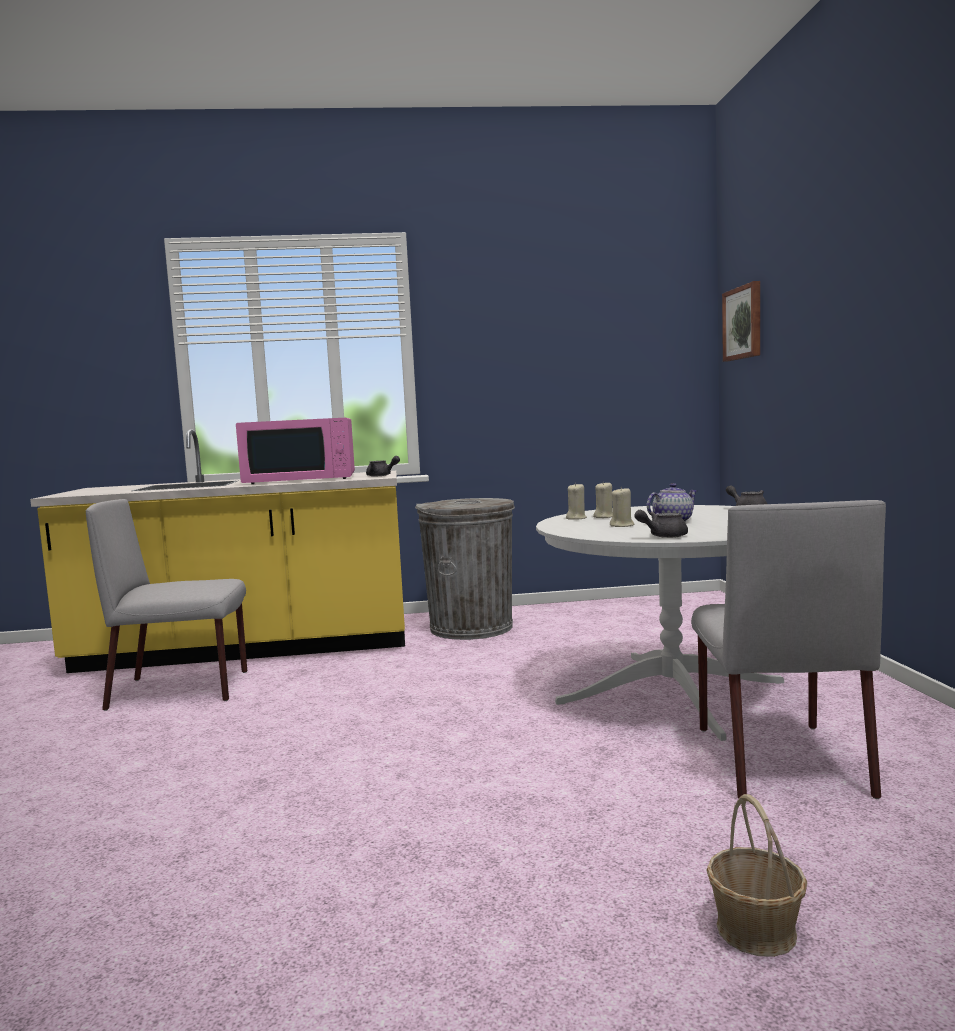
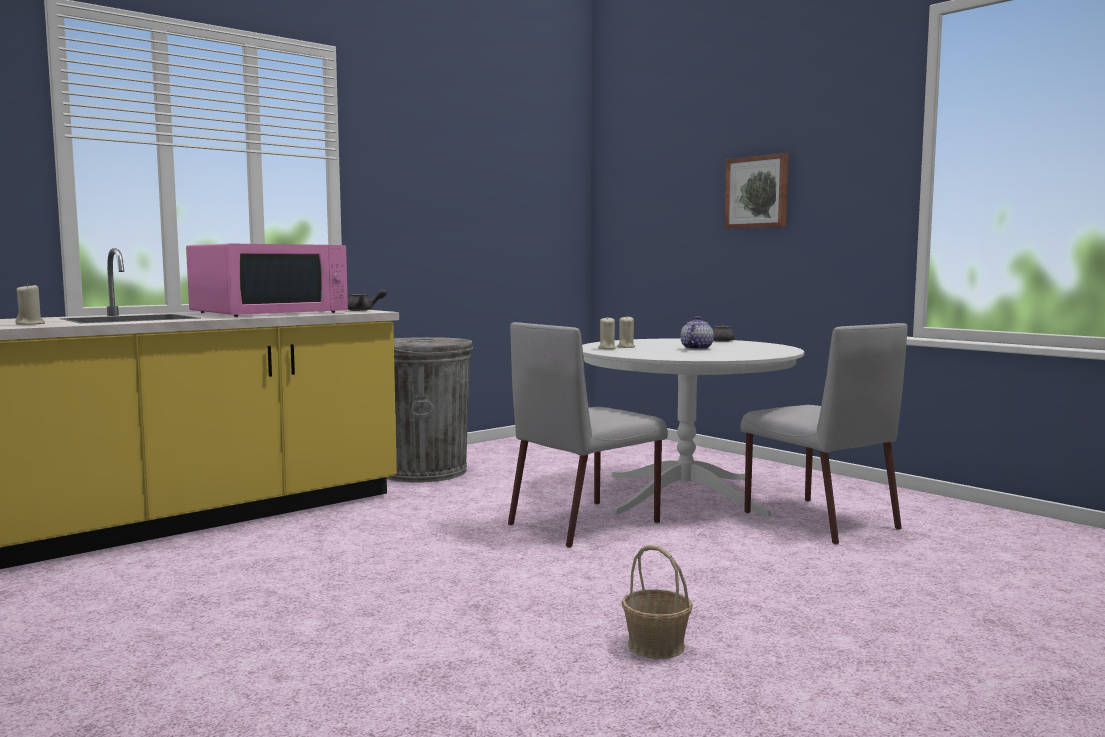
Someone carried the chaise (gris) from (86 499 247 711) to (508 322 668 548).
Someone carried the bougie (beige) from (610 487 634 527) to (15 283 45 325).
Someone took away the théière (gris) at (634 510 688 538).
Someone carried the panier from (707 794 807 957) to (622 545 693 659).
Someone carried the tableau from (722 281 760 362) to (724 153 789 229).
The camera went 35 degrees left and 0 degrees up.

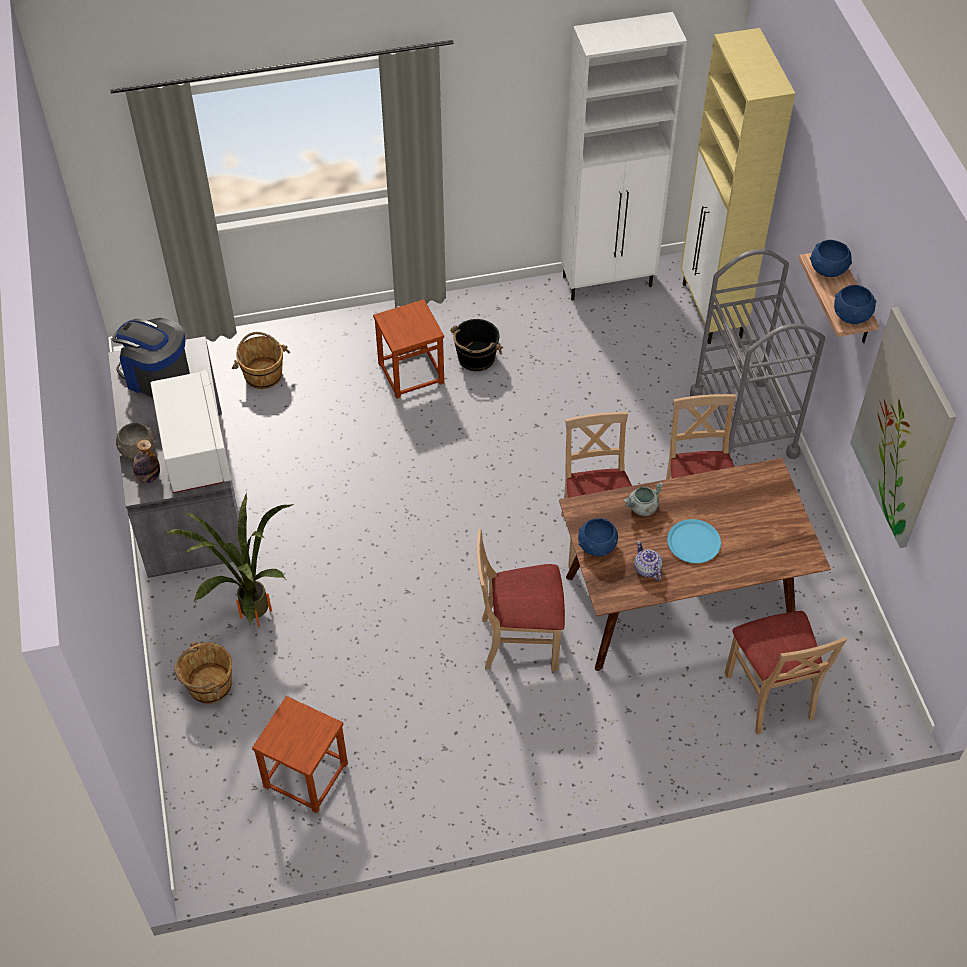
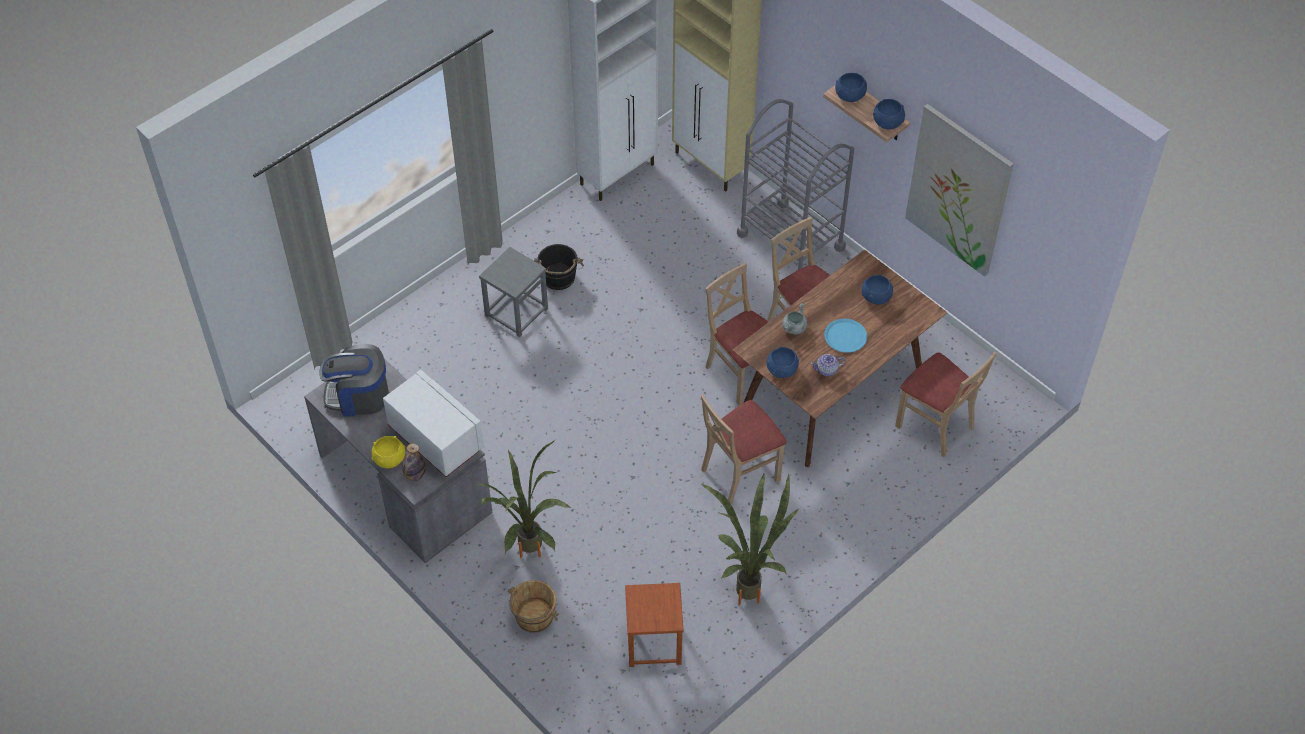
Someone repainted the bol (gris) at (116 423 156 459), which became the bol (jaune) at (372 436 405 468).
Someone took away the seau (marron) at (232 332 290 389).
Someone repainted the tabouret (marron) at (373 299 444 399), which became the tabouret (gris) at (479 247 548 337).
Someone rotated the théière at (634 541 662 581) by 45 degrees counterclockwise.
Someone put down the plante en pot at (701 472 799 605).
Someone put down the bol (bleu) at (862 275 893 305).
The camera went 30 degrees left and 0 degrees up.

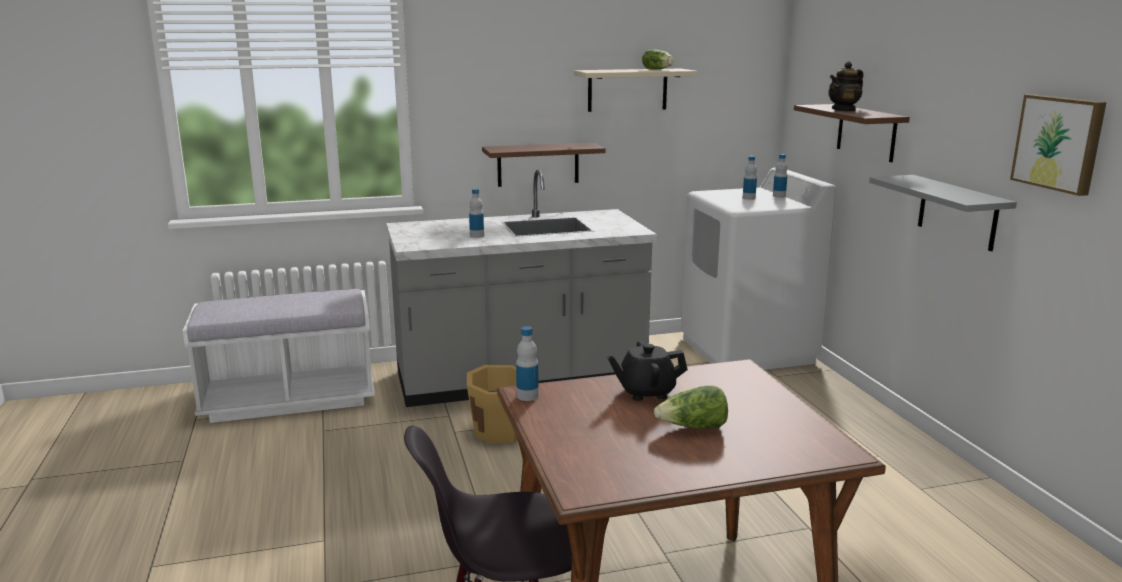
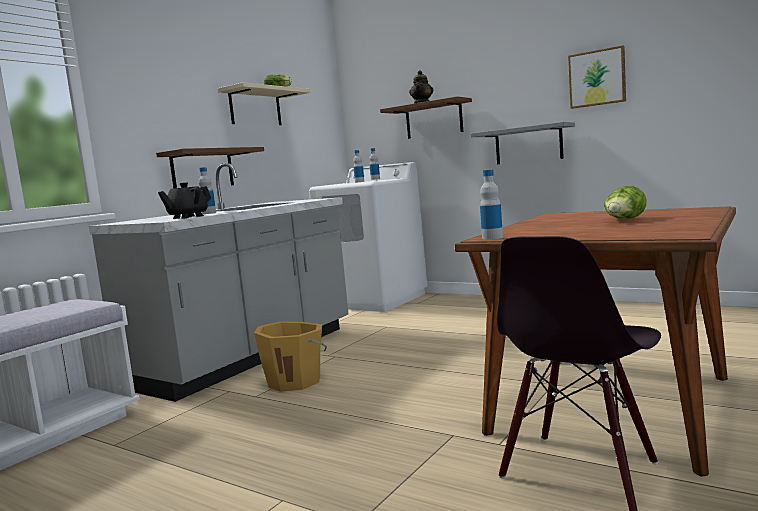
Someone carried the théière (noir) from (607 341 688 401) to (158 182 211 219).
The camera went 40 degrees left and 10 degrees down.

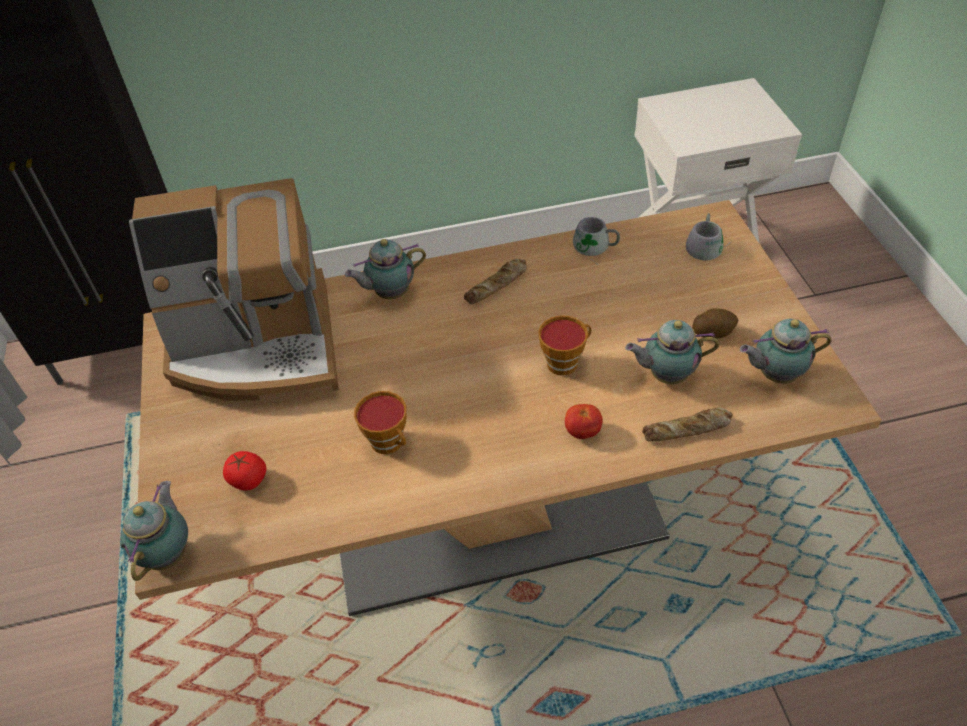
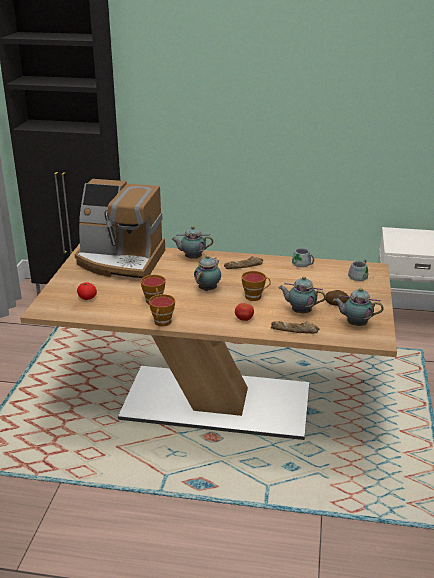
Someone carried the théière from (120 481 188 581) to (194 255 221 291).
Someone put down the tasse at (149 294 175 327).
The camera went 20 degrees right and 20 degrees down.

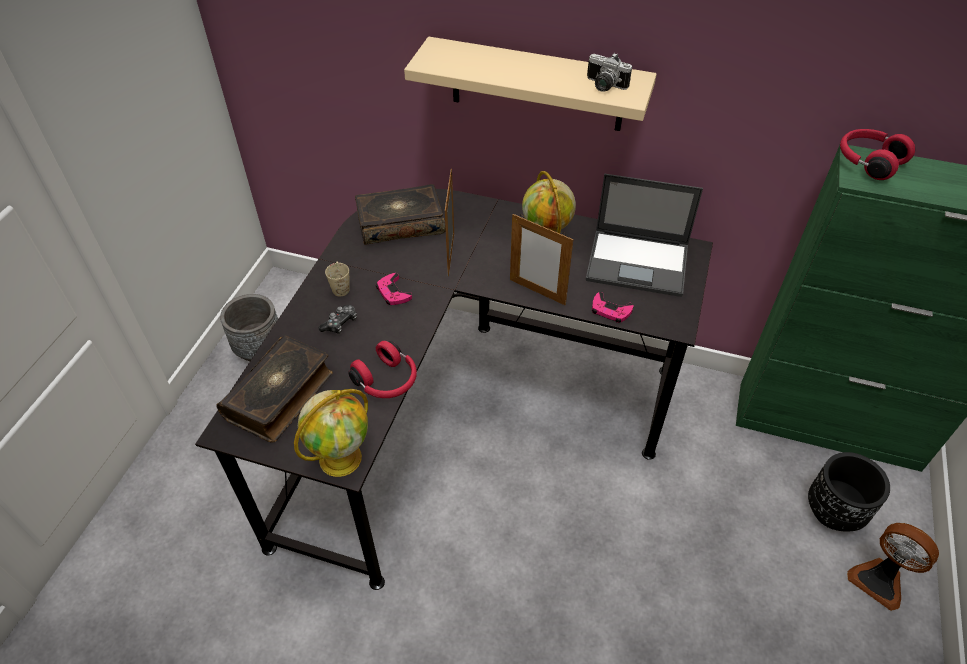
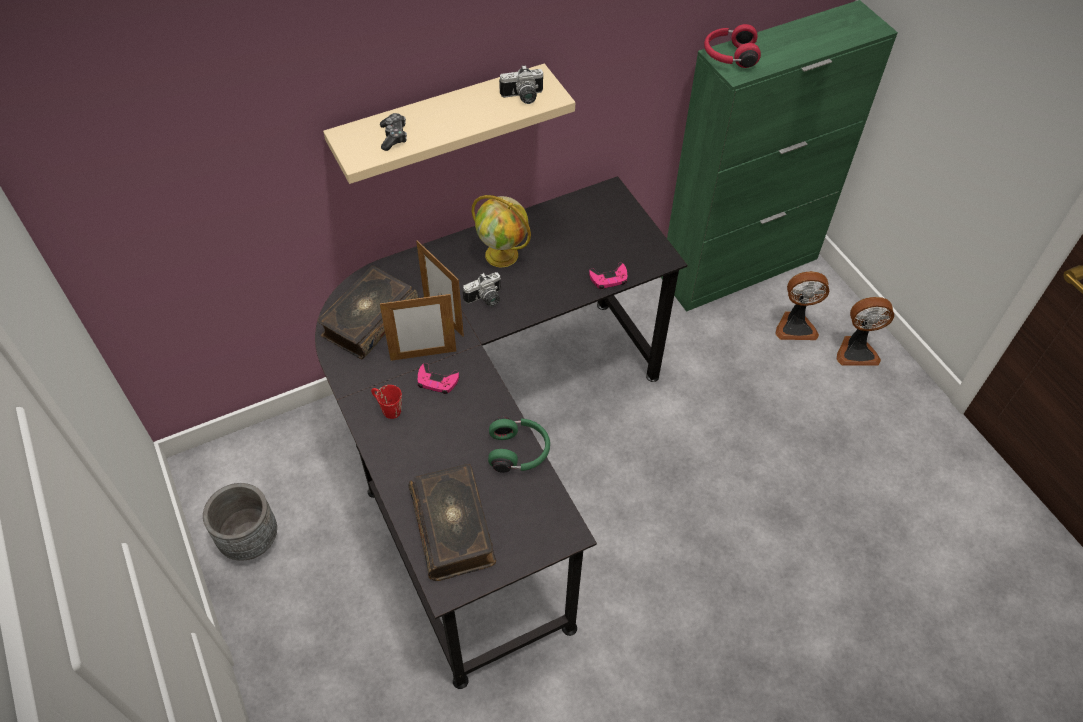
Someone took away the globe at (294 389 368 477).
Someone carried the manette from (318 305 357 334) to (380 113 407 151).
Someone repainted the mug (beige) at (325 262 349 296), which became the mug (rouge) at (371 385 402 419).
Someone repainted the casque audio (rouge) at (348 341 417 398), which became the casque audio (vert) at (488 417 550 473).
Someone carried the cadre photo from (510 214 573 305) to (380 293 456 361).
Someone took away the ordinateur portable at (586 174 703 297).
Someone swapped the cache-pot (noir) at (808 452 890 532) for the ventilateur at (775 271 829 340).
Someone put down the appareil photo at (463 272 501 307).
The camera went 45 degrees left and 5 degrees up.

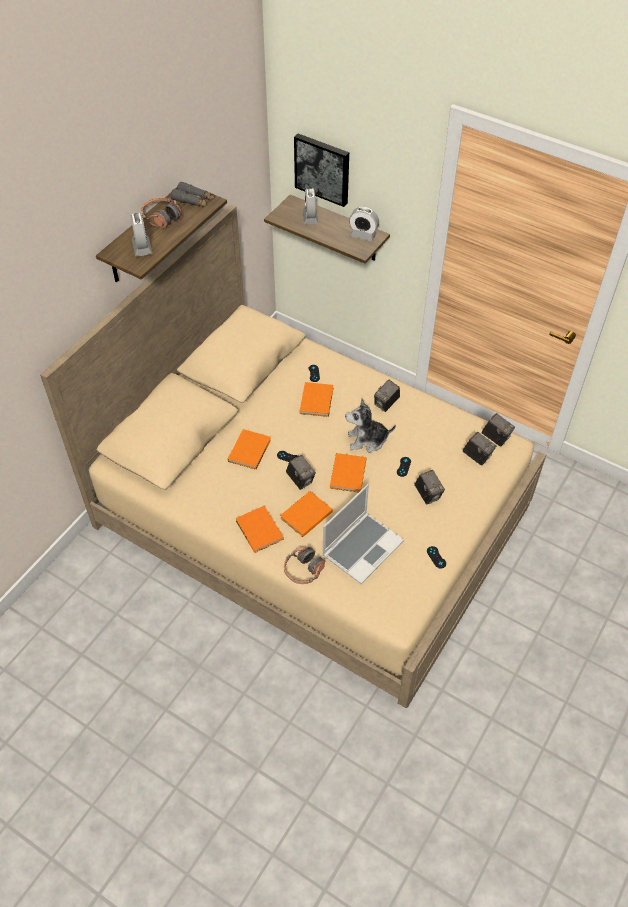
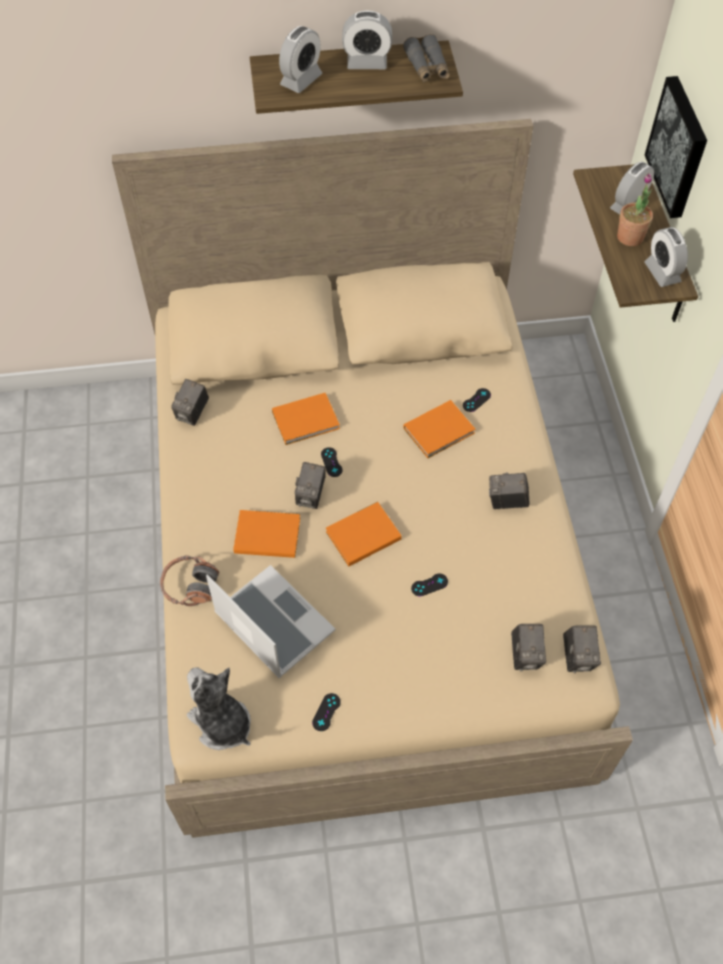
Someone swapped the casque audio at (141 197 182 228) for the réveil at (342 10 392 69).
Someone took away the livre (orange) at (236 506 284 553).
Someone rotated the ordinateur portable at (322 484 404 584) by 135 degrees counterclockwise.
Someone carried the peluche from (345 398 396 453) to (187 667 251 750).
Someone carried the appareil photo from (414 470 445 504) to (171 379 209 426).
Someone put down the plante en pot at (617 173 653 246).
The camera went 50 degrees right and 5 degrees up.

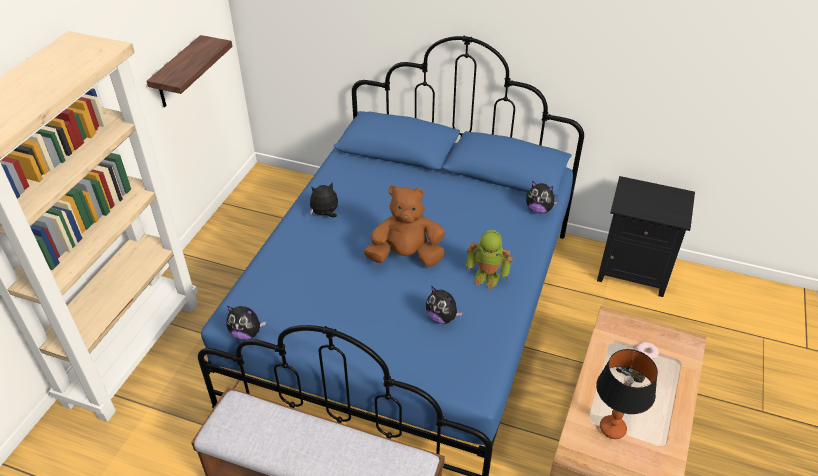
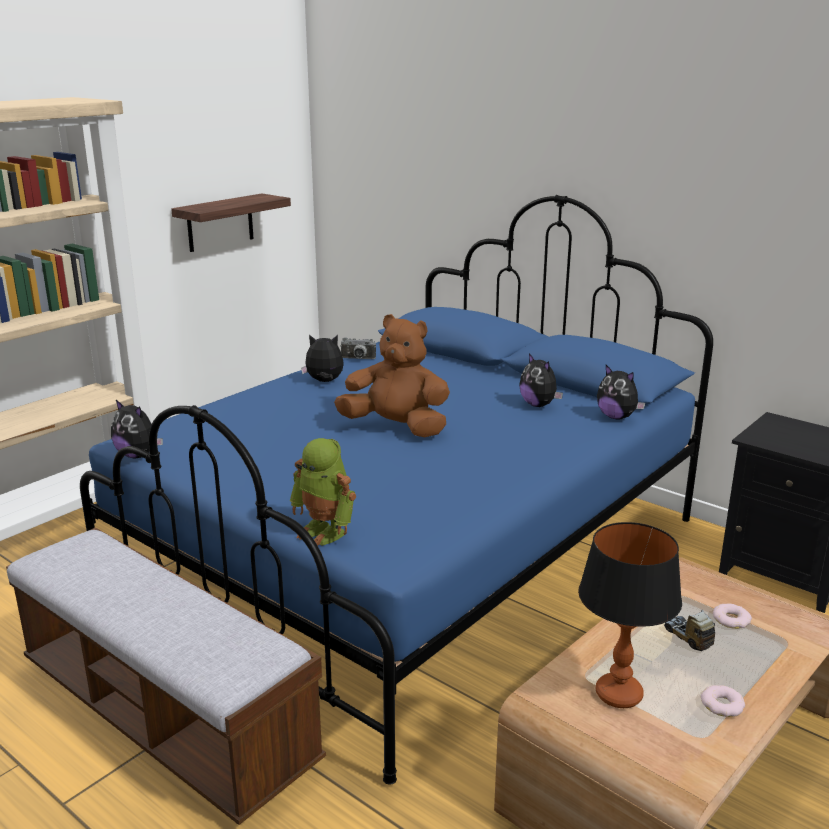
Someone carried the peluche from (426 286 463 324) to (519 353 563 407).
Someone carried the robot jouet from (466 230 513 289) to (290 438 356 546).
Someone put down the appareil photo at (341 337 376 359).
Someone put down the beignet at (701 685 745 717).
The camera went 20 degrees right and 20 degrees down.

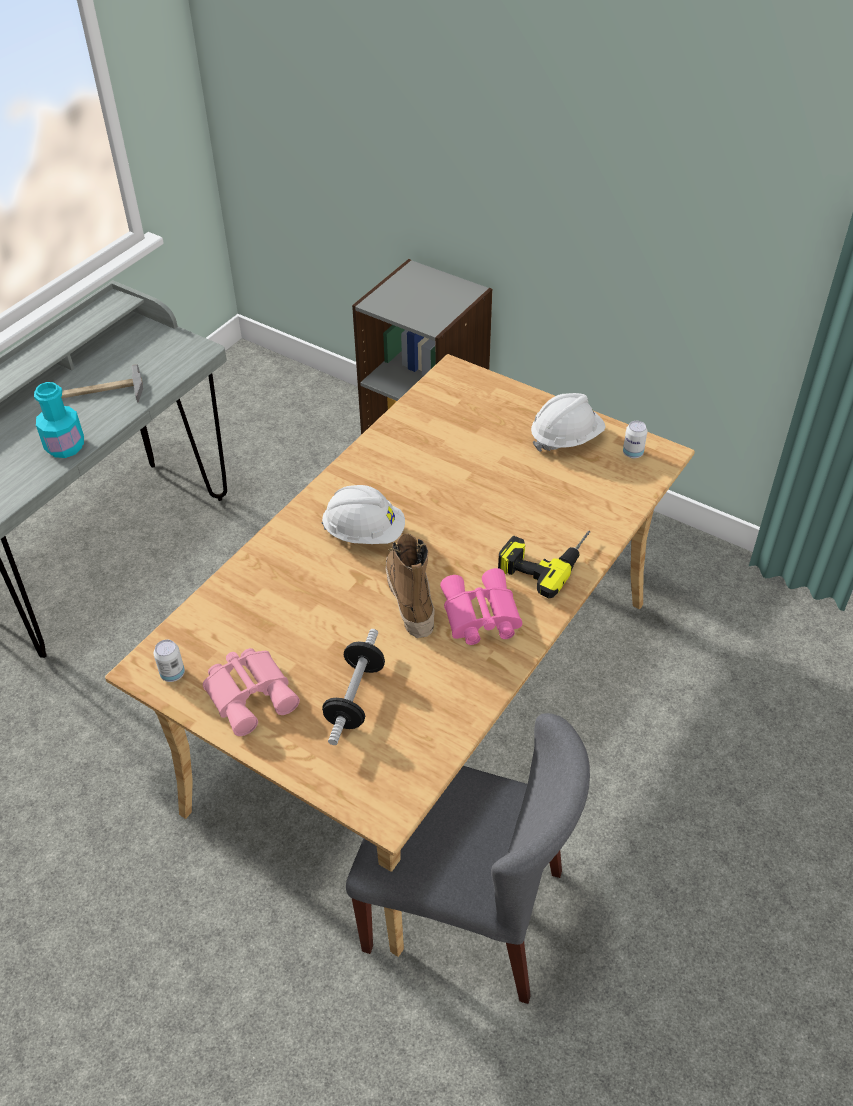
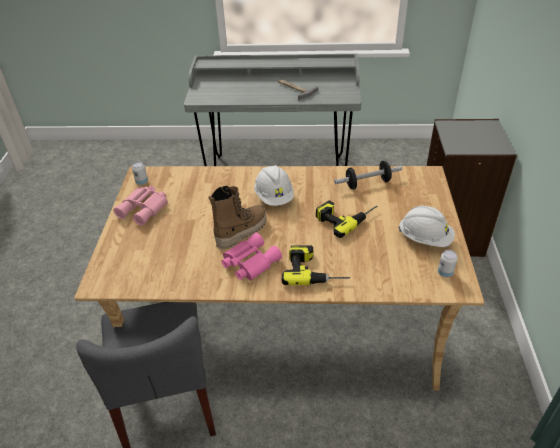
Someone took away the bouteille (turquoise) at (34 382 84 458).
Someone carried the haltère from (322 629 385 745) to (334 161 402 189).
Someone put down the perceuse at (316 200 377 238).
The camera went 60 degrees right and 5 degrees down.

